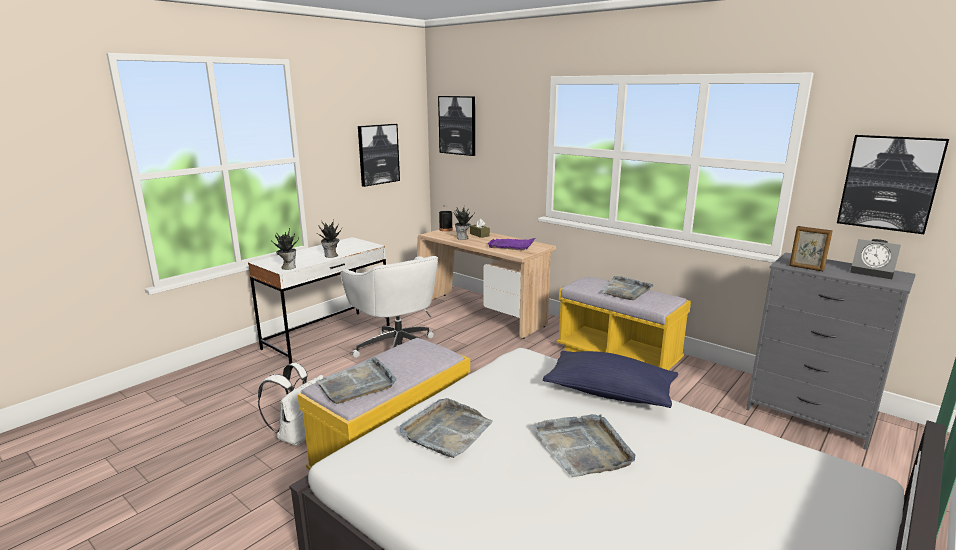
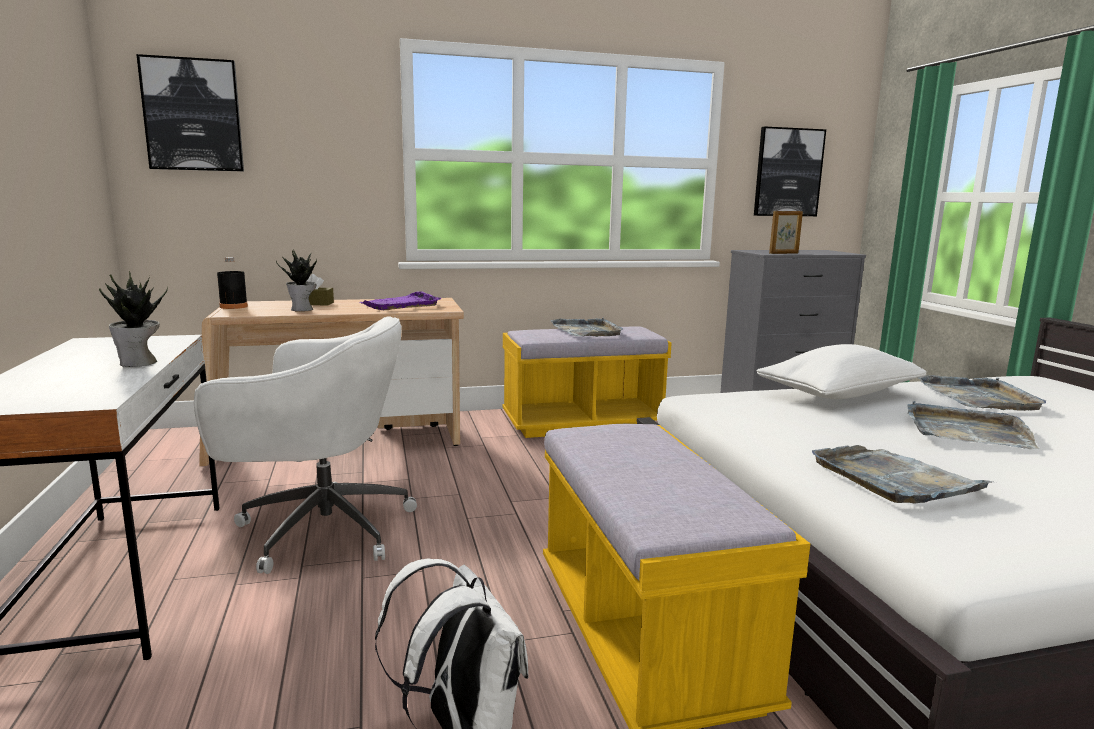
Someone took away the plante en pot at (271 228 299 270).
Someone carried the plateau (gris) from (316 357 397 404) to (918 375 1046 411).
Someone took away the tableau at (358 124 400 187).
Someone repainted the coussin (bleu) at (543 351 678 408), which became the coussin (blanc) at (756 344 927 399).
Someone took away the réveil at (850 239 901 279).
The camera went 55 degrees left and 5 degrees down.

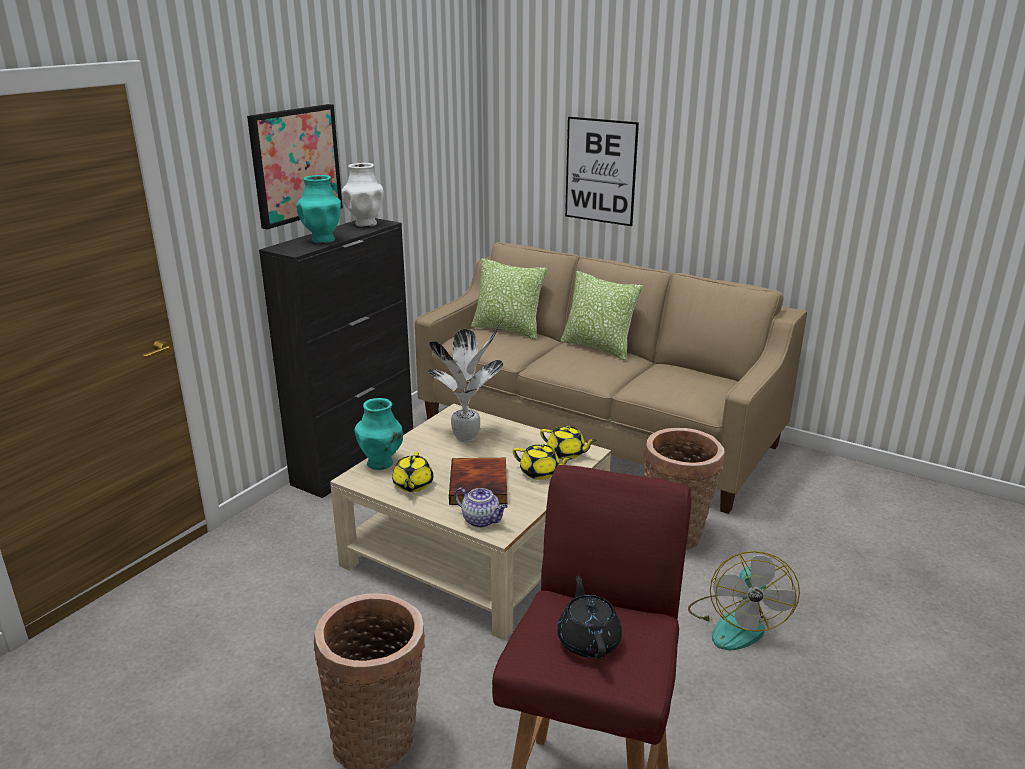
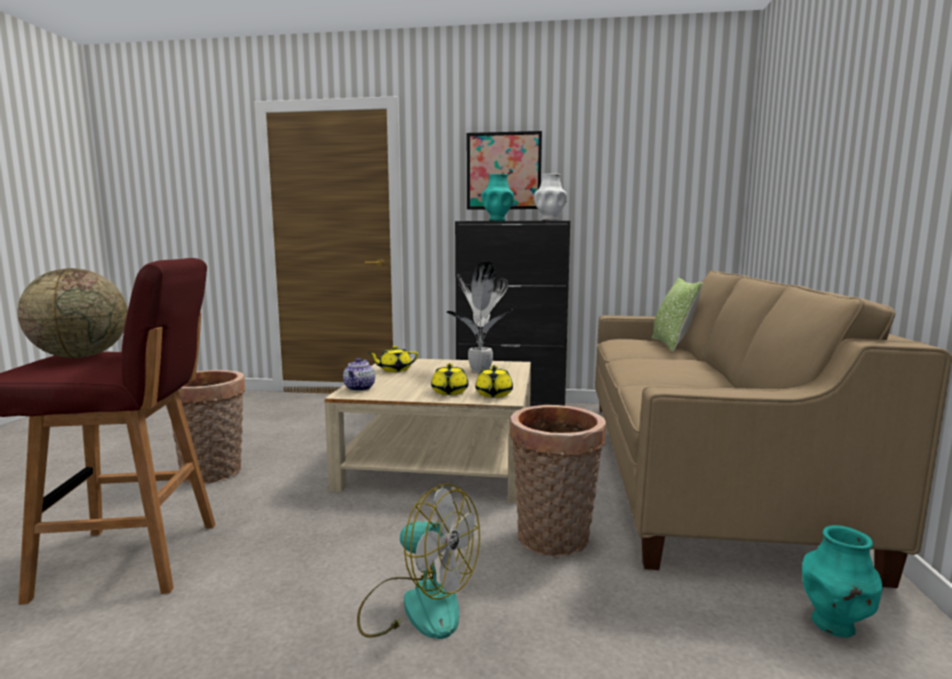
Someone carried the vase (turquoise) from (354 398 403 470) to (802 525 883 638).
Someone took away the livre at (449 458 507 505).
Someone swapped the théière (noir) at (557 576 622 659) for the globe at (17 268 128 358).
Someone took away the coussin at (560 271 643 361).
Someone took away the tableau at (565 117 639 226).
Someone rotated the ventilateur at (688 551 800 650) by 135 degrees counterclockwise.
The camera went 65 degrees right and 15 degrees down.

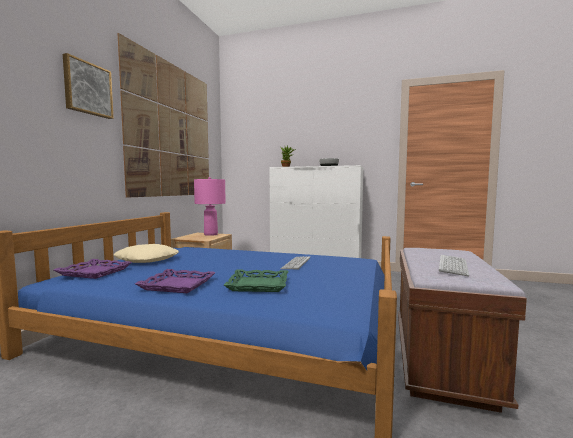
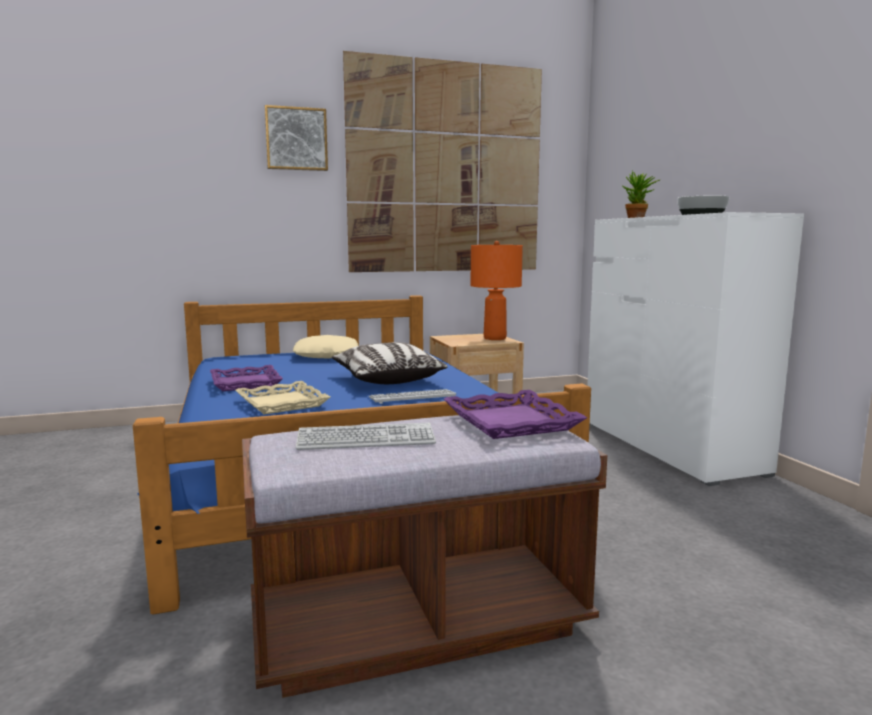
Someone carried the plateau (violet) from (54 259 132 279) to (444 390 587 439).
Someone repainted the lampe de table (rose) at (194 177 226 236), which became the lampe de table (orange) at (470 241 523 340).
Someone repainted the plateau (vert) at (224 270 288 292), which became the plateau (beige) at (236 381 330 414).
Someone put down the coussin at (332 342 448 384).
The camera went 55 degrees right and 5 degrees up.

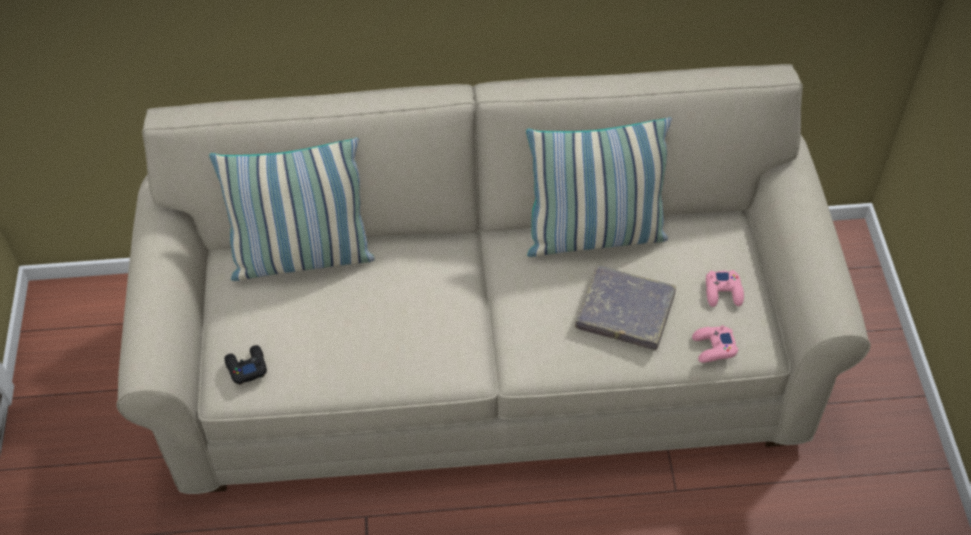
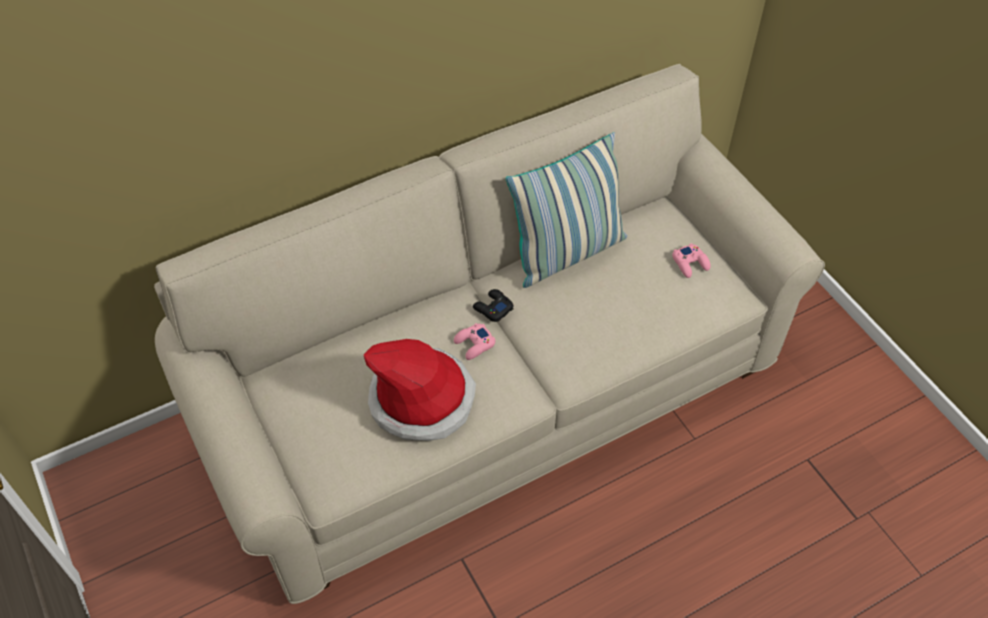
Someone took away the coussin at (209 138 375 281).
Someone carried the manette (noir) from (224 345 267 385) to (473 289 513 322).
Someone took away the livre (gris) at (575 265 676 350).
Someone carried the manette (rose) from (692 325 738 363) to (454 323 496 360).
Someone put down the chapeau at (364 339 476 441).
The camera went 25 degrees left and 0 degrees up.

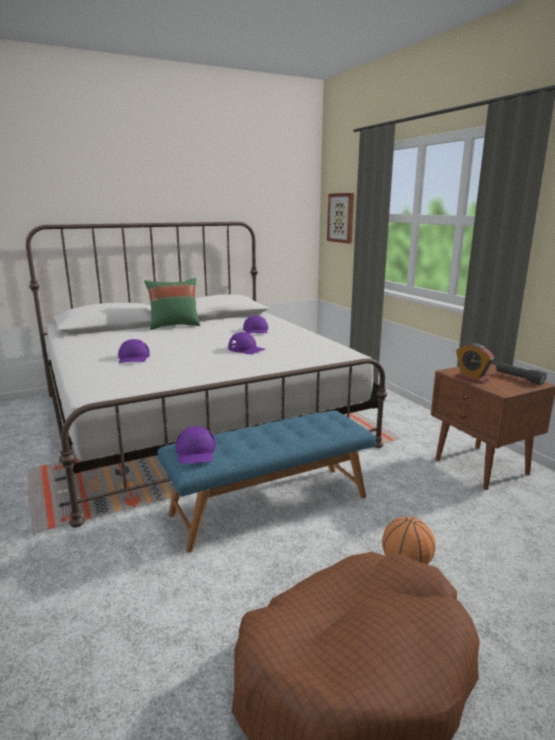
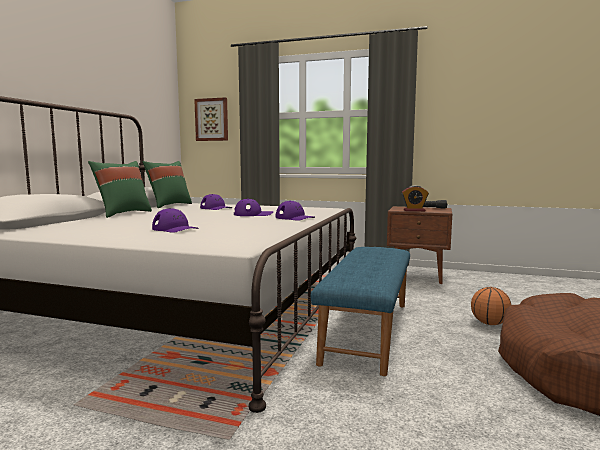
Someone carried the casquette (violet) from (176 426 216 464) to (276 201 315 221).
Someone put down the coussin (vert) at (142 161 192 208).
The camera went 45 degrees left and 10 degrees down.

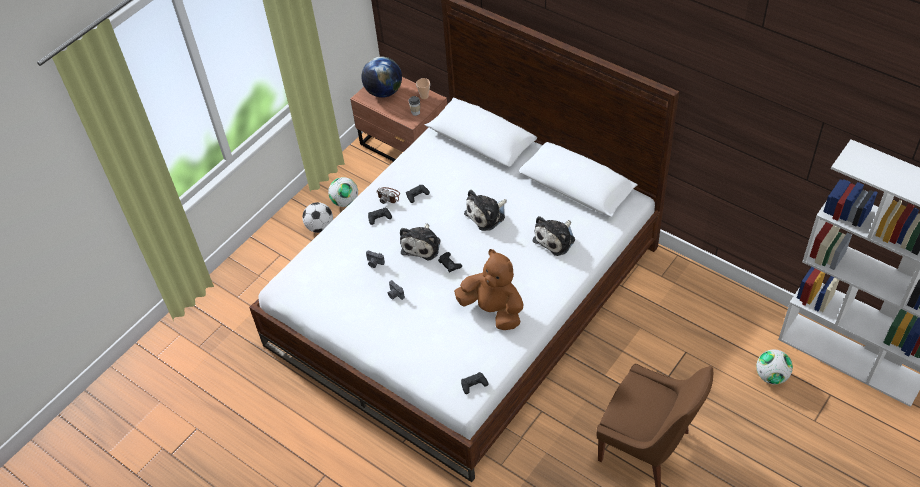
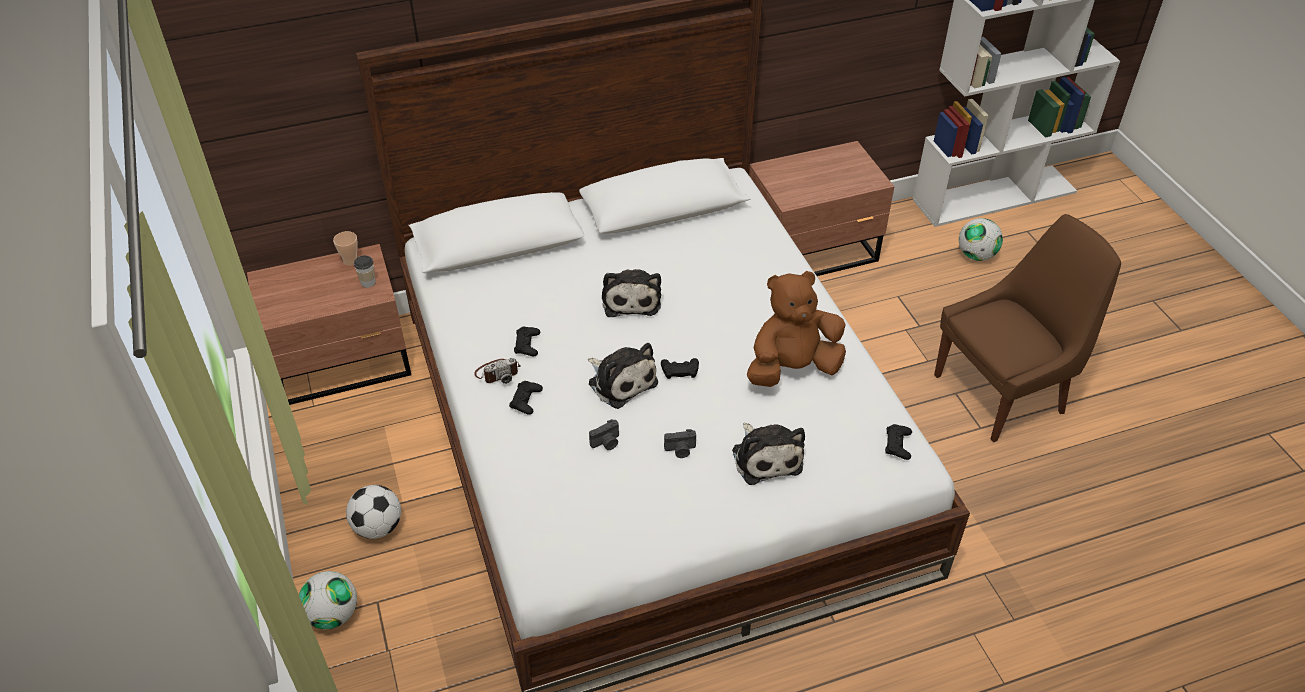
Someone carried the ballon de foot from (328 177 358 207) to (299 571 357 629).
Someone took away the globe at (361 57 402 98).
Someone carried the peluche from (533 216 575 256) to (732 423 805 485).
Someone put down the table de chevet (marron) at (749 141 894 276).
The camera went 60 degrees left and 5 degrees down.

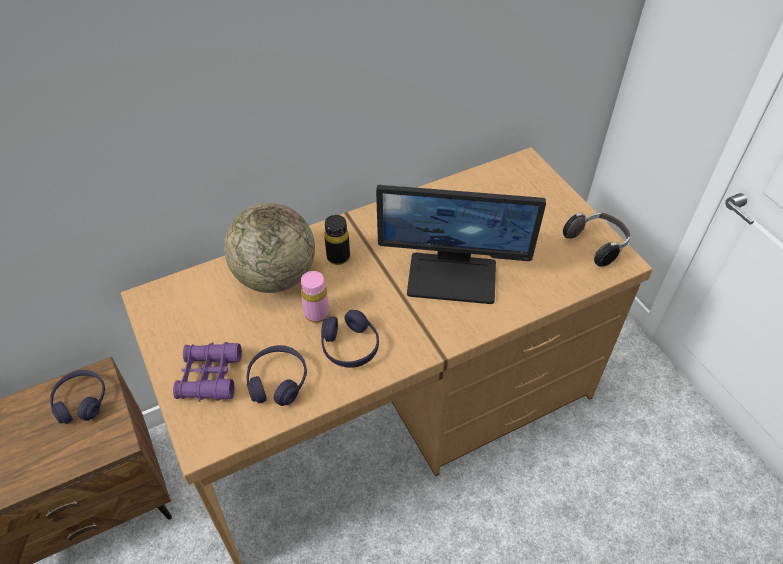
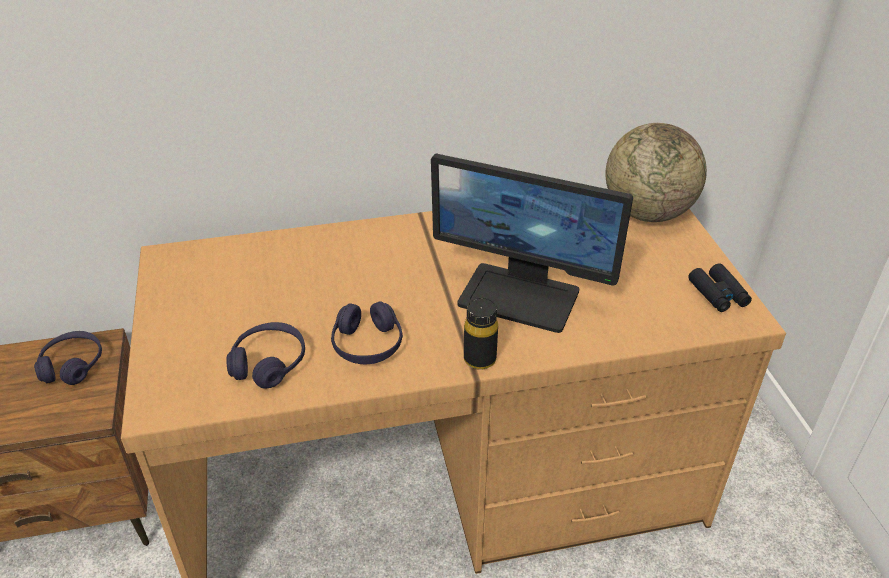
Someone took away the jumelles (violet) at (173 342 242 402).
Someone carried the globe from (224 203 315 293) to (605 123 707 222).
Someone took away the bouteille (rose) at (301 271 329 323).
Someone carried the bouteille (noir) from (324 215 350 265) to (464 297 498 370).
Someone swapped the casque audio at (563 213 631 267) for the jumelles (noir) at (688 263 752 312).
The camera went 15 degrees right and 10 degrees down.

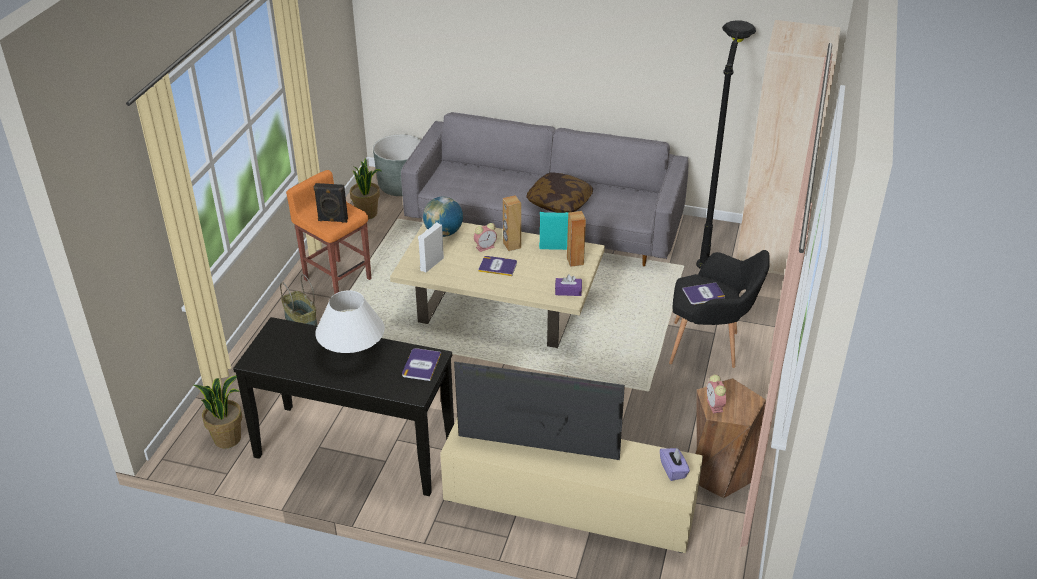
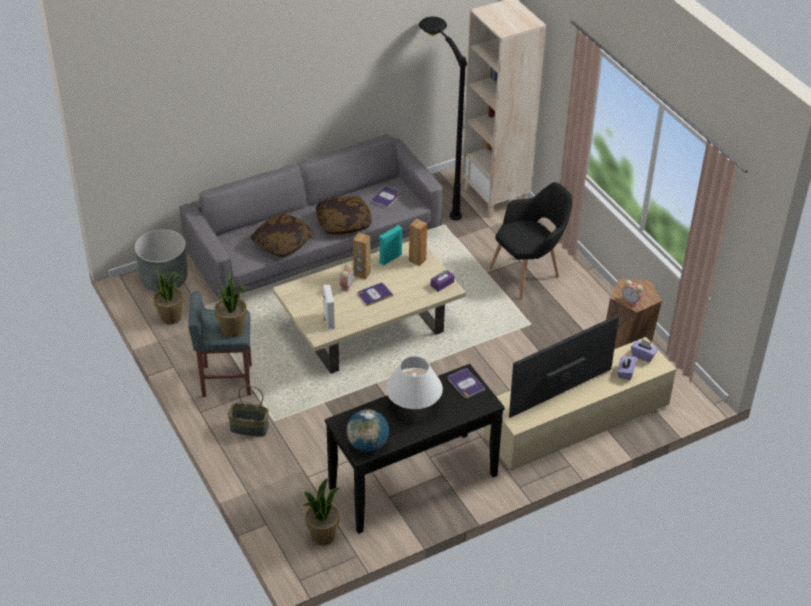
Someone repainted the tabouret (orange) at (286 170 371 294), which became the tabouret (gris) at (188 291 252 397).
Someone swapped the enceinte (noir) at (314 183 348 223) for the plante en pot at (215 274 250 337).
Someone carried the globe from (423 196 463 237) to (346 409 389 452).
Someone carried the livre from (682 283 725 305) to (370 186 401 208).
Someone put down the coussin at (250 213 314 257).
Someone put down the boîte à mouchoirs (violet) at (617 356 637 380).
The camera went 45 degrees left and 5 degrees up.

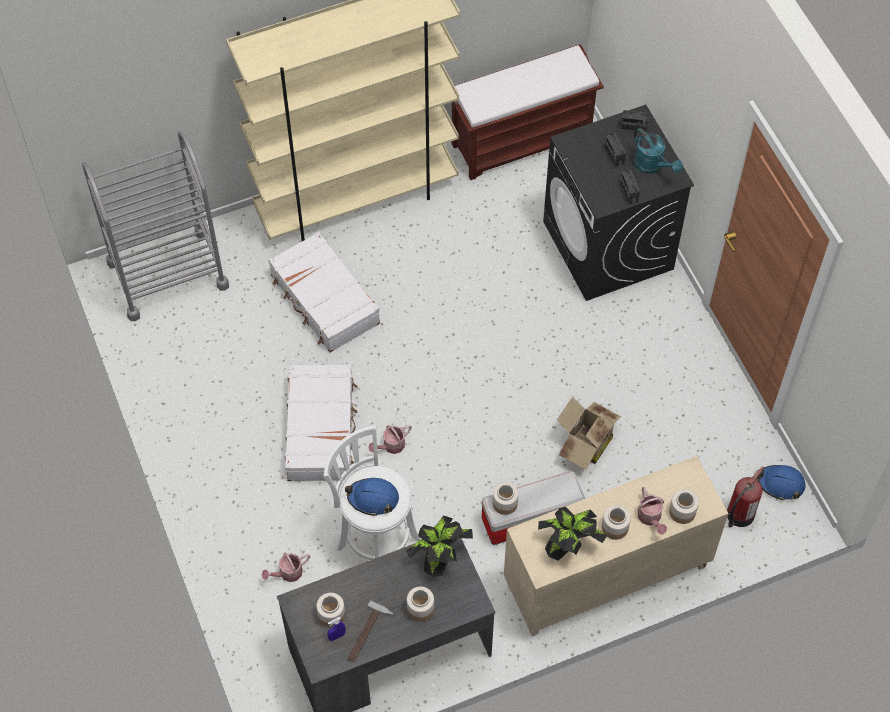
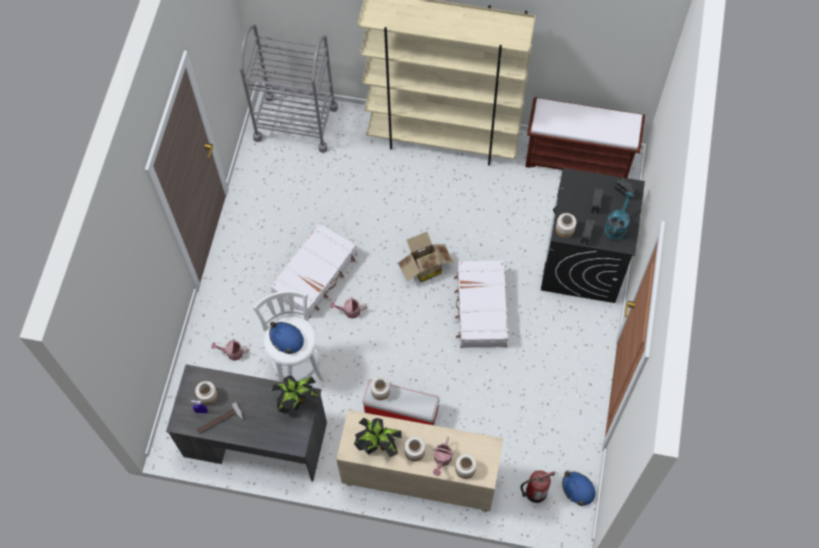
Someone carried the valise (blanc) from (268 232 380 353) to (454 260 509 348).
Someone carried the bocal from (407 586 434 621) to (556 213 576 238).
Someone carried the carton from (557 397 621 470) to (398 232 454 282).
Someone rotated the arrosoir (turquoise) at (634 128 683 174) by 150 degrees counterclockwise.
The camera went 35 degrees right and 5 degrees up.

